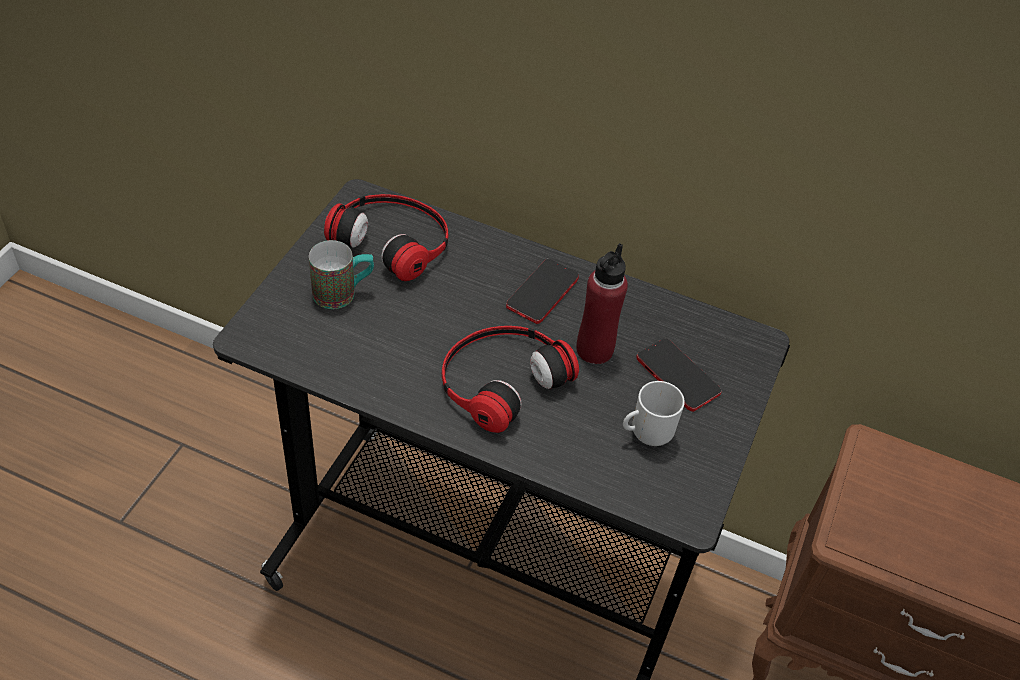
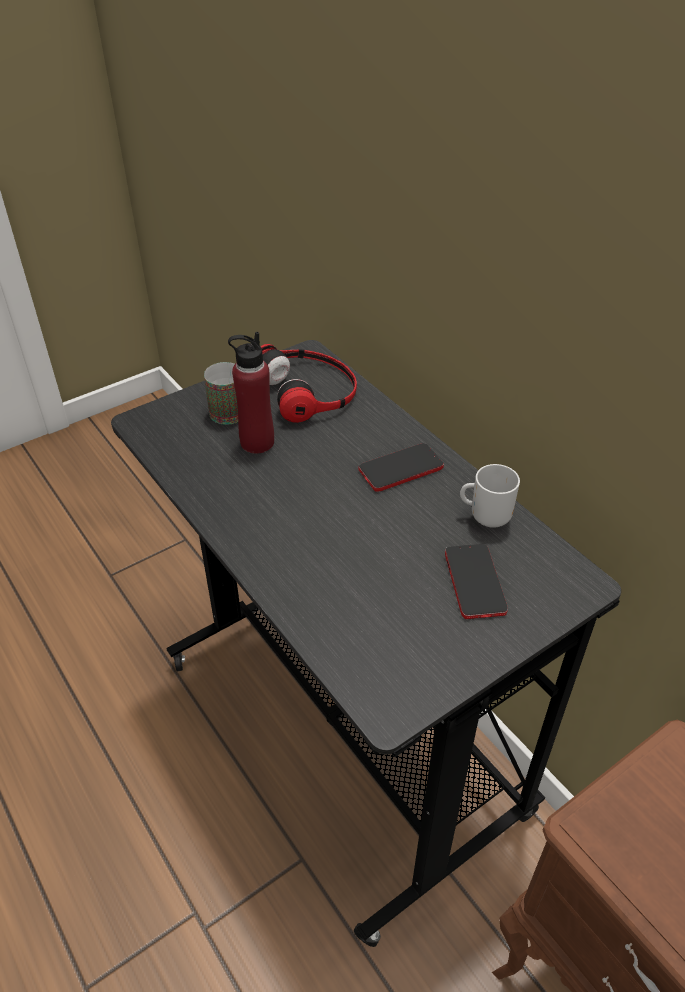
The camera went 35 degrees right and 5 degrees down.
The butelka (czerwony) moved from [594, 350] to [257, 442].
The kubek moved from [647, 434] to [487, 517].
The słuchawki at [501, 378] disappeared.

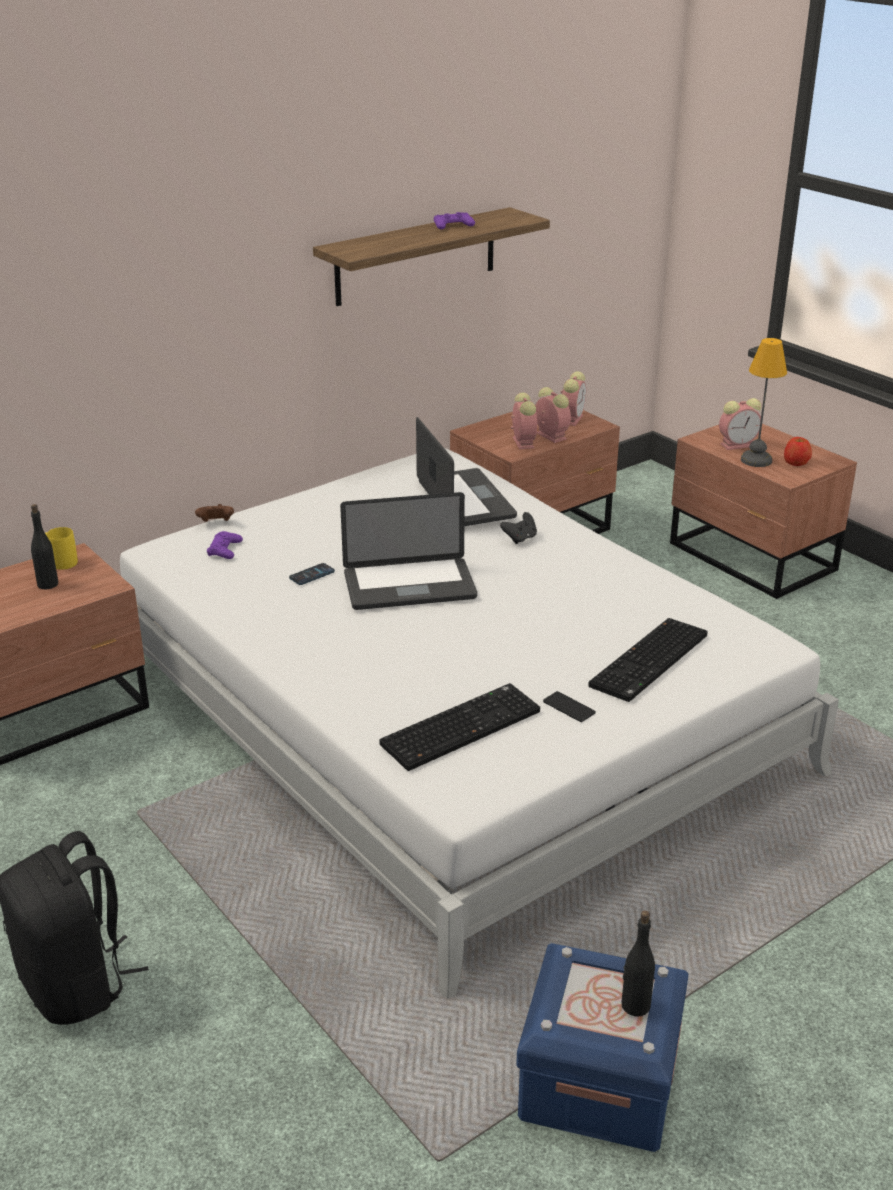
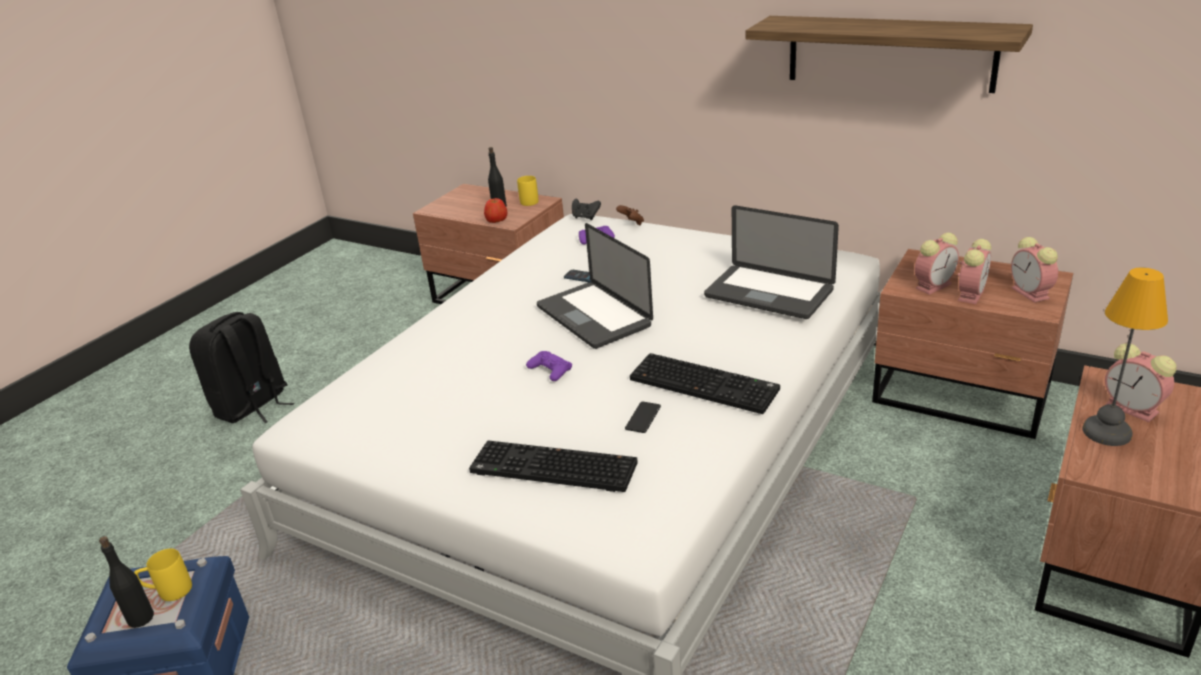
The camera went 70 degrees right and 0 degrees up.
The kubek (żółty) at [168, 591] appeared.
The jabłko moved from [796, 462] to [496, 220].
The pad do gier (fioletowy) moved from [452, 226] to [550, 370].
The pad do gier (czarny) moved from [520, 539] to [585, 217].
The telefon moved from [569, 707] to [643, 418].
The klawiatura moved from [461, 726] to [706, 384].
The laptop at [465, 500] turned 75 degrees clockwise.
The budzik at [572, 419] turned 75 degrees clockwise.

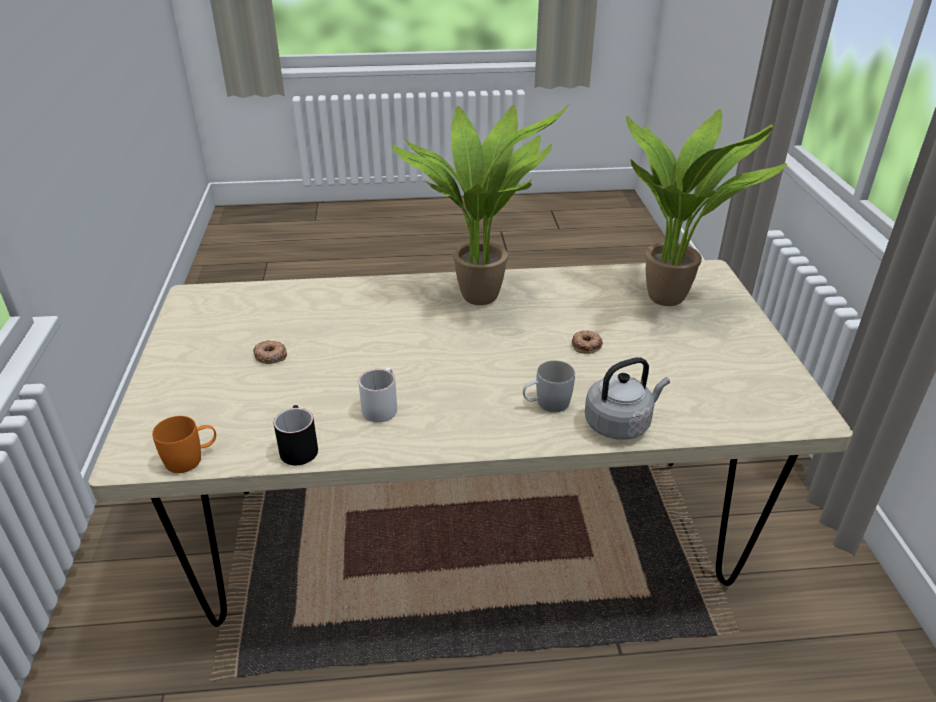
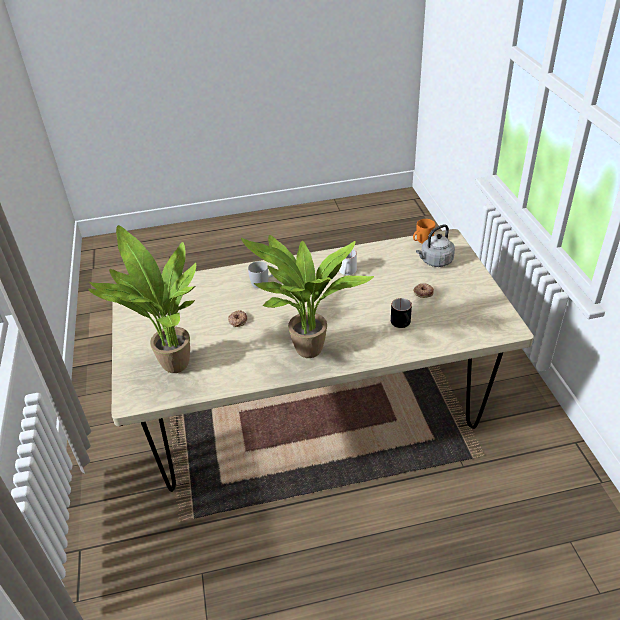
The camera went 175 degrees right and 5 degrees up.
The kubek (czarny) moved from [297, 447] to [402, 324].
The czajnik (szary) moved from [620, 423] to [435, 261].

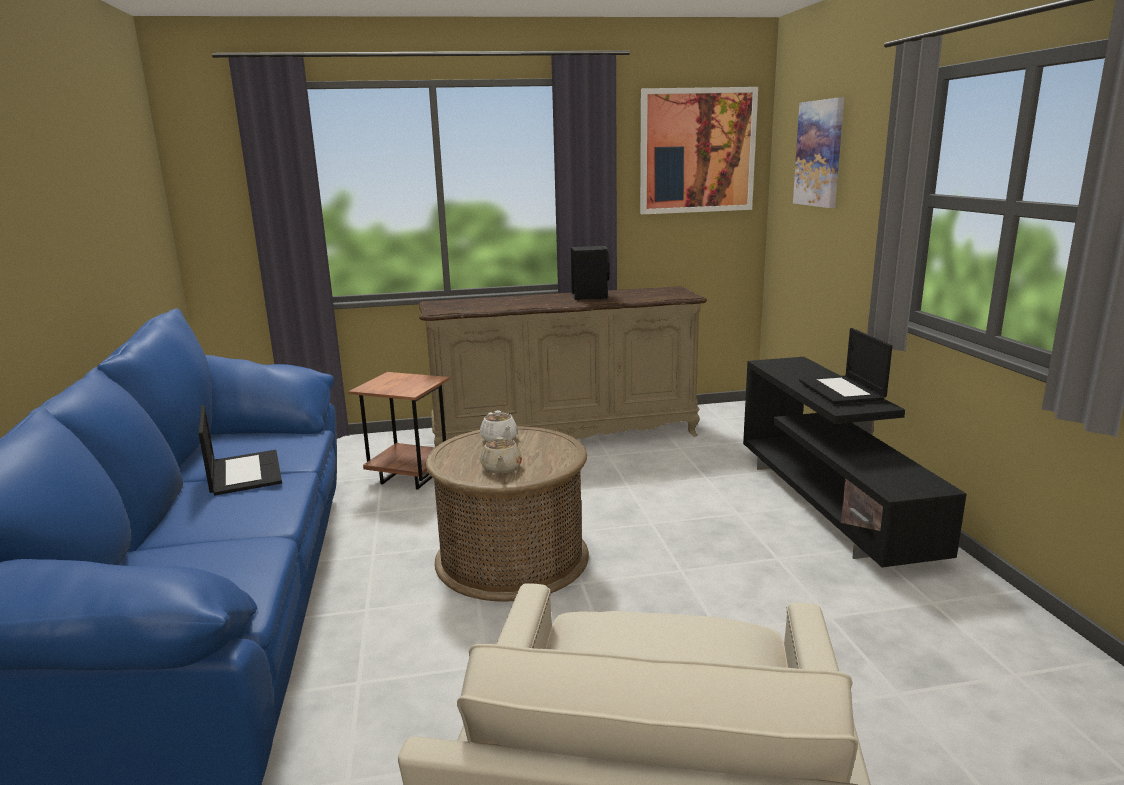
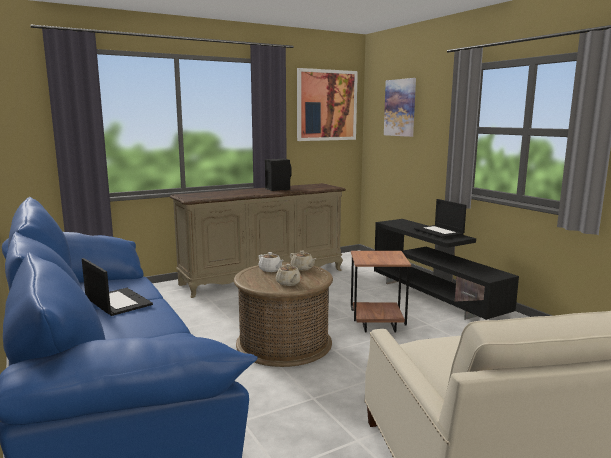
The camera went 20 degrees left and 5 degrees down.
The imbryk (beżowy) at [302, 268] appeared.
The stolik (brązowy) moved from [410, 477] to [377, 325].

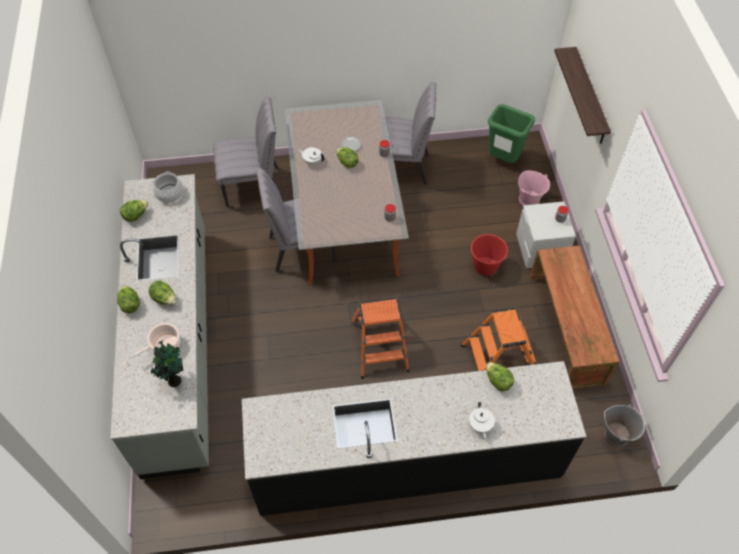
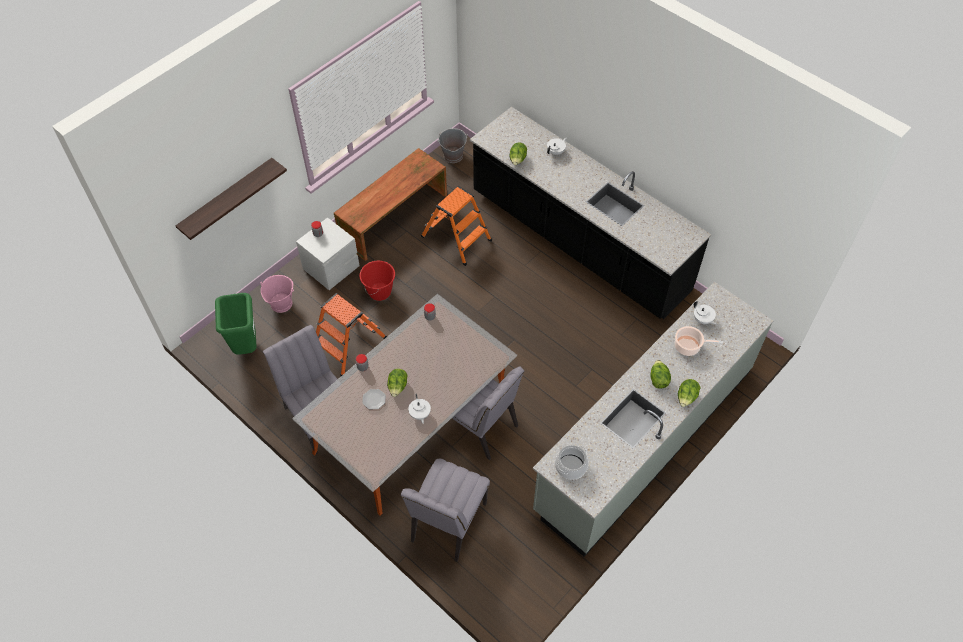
The camera went 130 degrees left and 0 degrees up.
The drabinka (pomarańczowy) moved from [379, 345] to [349, 344].
The krzesło (szary) at [252, 187] turned 105 degrees counterclockwise.
The roślina doniczkowa at [174, 380] was replaced by the imbryk (biały) at [702, 320].
The sałata at [136, 215] disappeared.

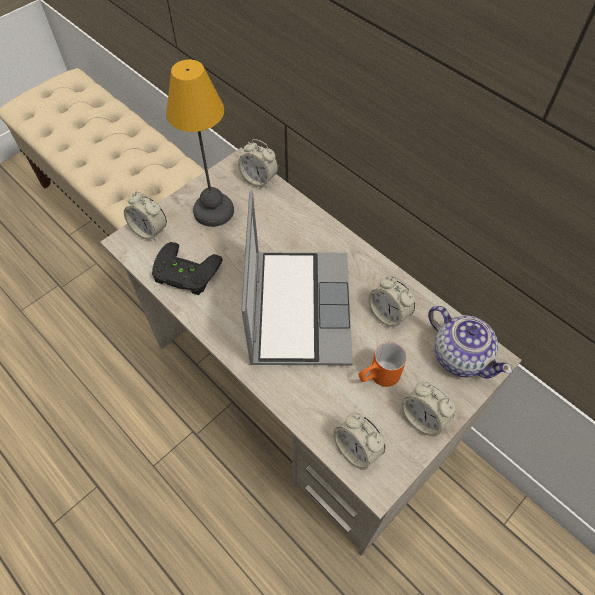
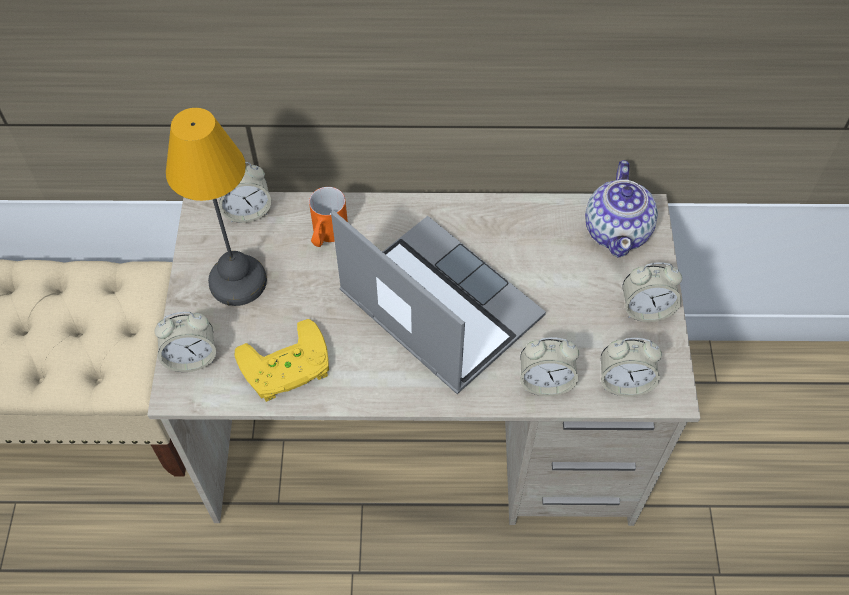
The camera went 45 degrees left and 0 degrees up.
The pad do gier (czarny) at [184, 274] became the pad do gier (żółty) at [287, 369].
The kubek (pomarańczowy) moved from [378, 376] to [327, 235].
The budzik moved from [388, 314] to [545, 381].
The imbryk at [460, 355] turned 90 degrees clockwise.

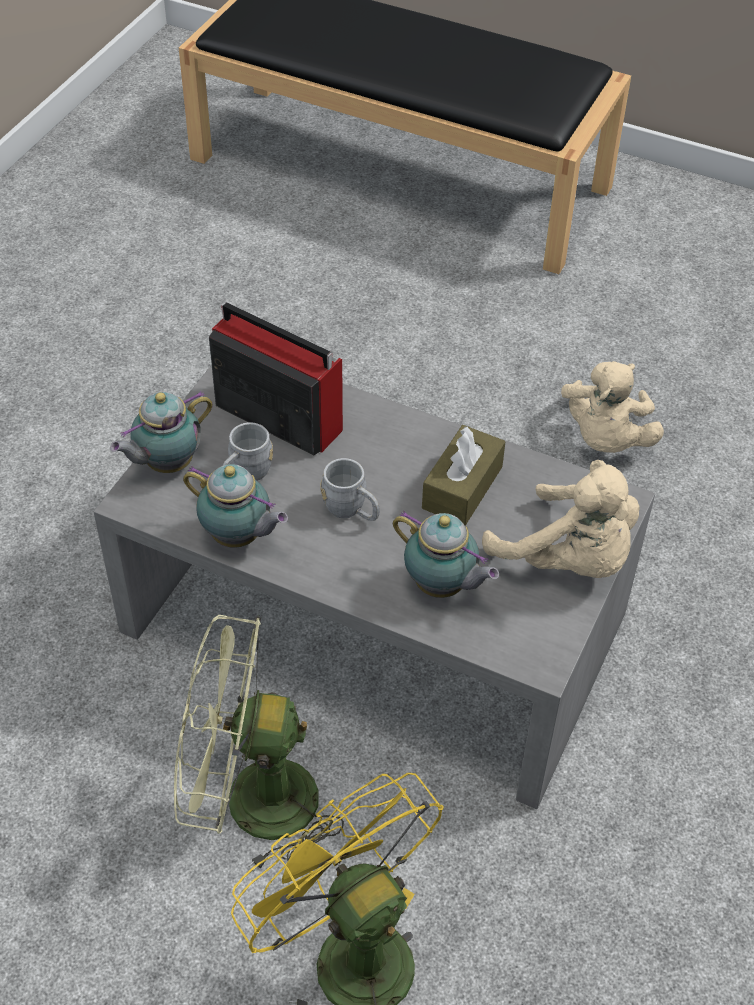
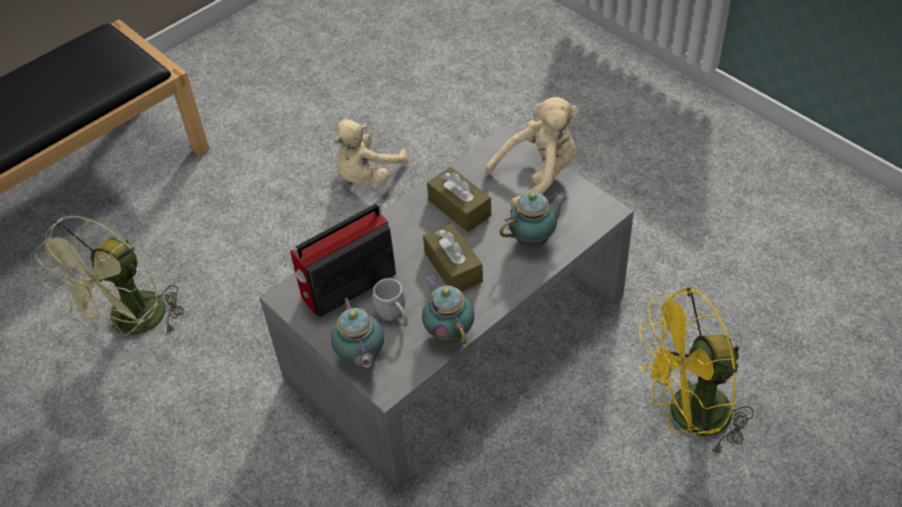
The camera went 65 degrees left and 0 degrees up.
The wentylator (zielony) moved from [250, 802] to [132, 324].
The pluszak (beżowy) at [605, 439] turned 90 degrees clockwise.
The imbryk at [239, 537] turned 75 degrees counterclockwise.
The kubek (szary) at [351, 511] was replaced by the pudełko chusteczek (brązowy) at [453, 267].

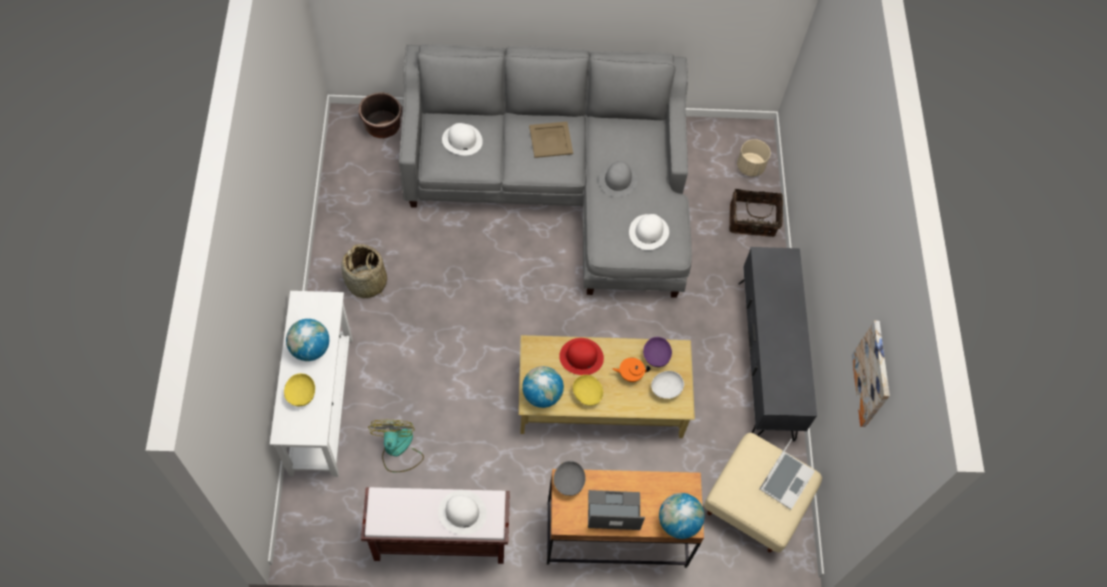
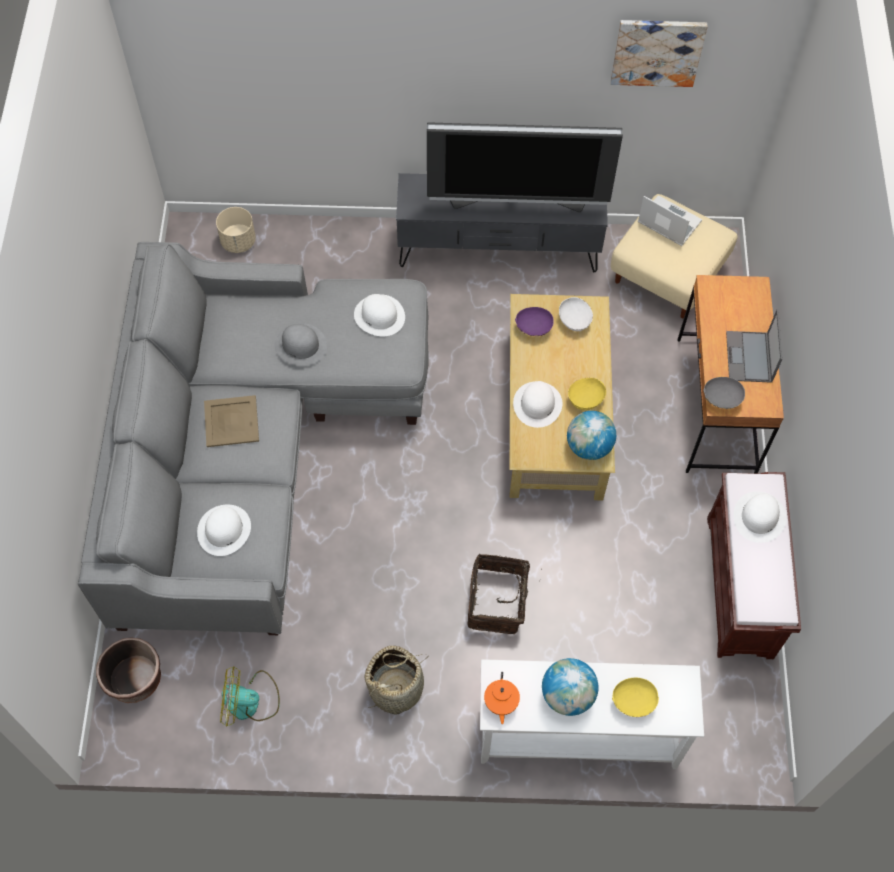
The camera went 85 degrees left and 0 degrees up.
The wentylator moved from [398, 450] to [249, 702].
The telewizor at [518, 200] appeared.
The koszyk moved from [752, 221] to [497, 602].
The imbryk (pomarańczowy) moved from [630, 374] to [500, 703].
The kapelusz (czerwony) at [581, 357] became the kapelusz (biały) at [537, 404].
The globus at [678, 522] disappeared.

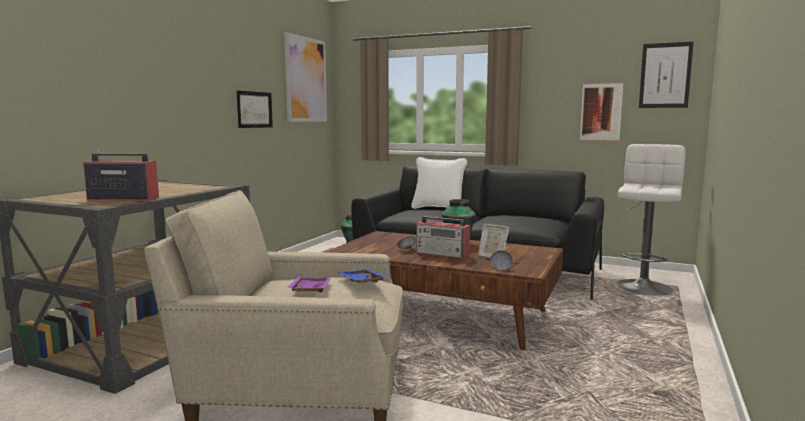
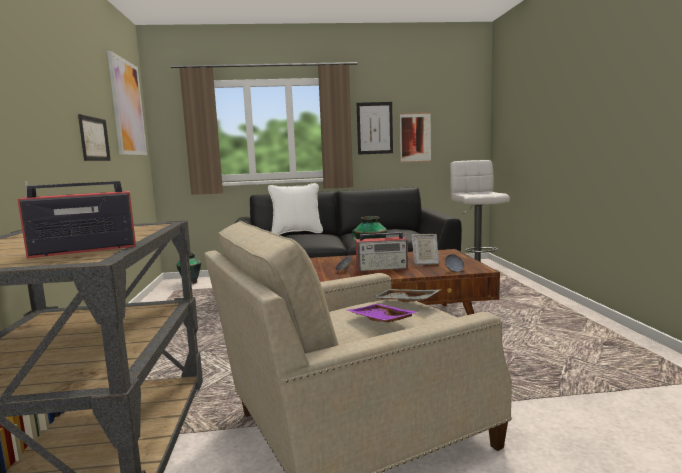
The camera went 30 degrees left and 0 degrees up.
The obraz moved from [665, 75] to [374, 128].
The taca (niebieski) at [361, 283] became the taca (szary) at [405, 303].

